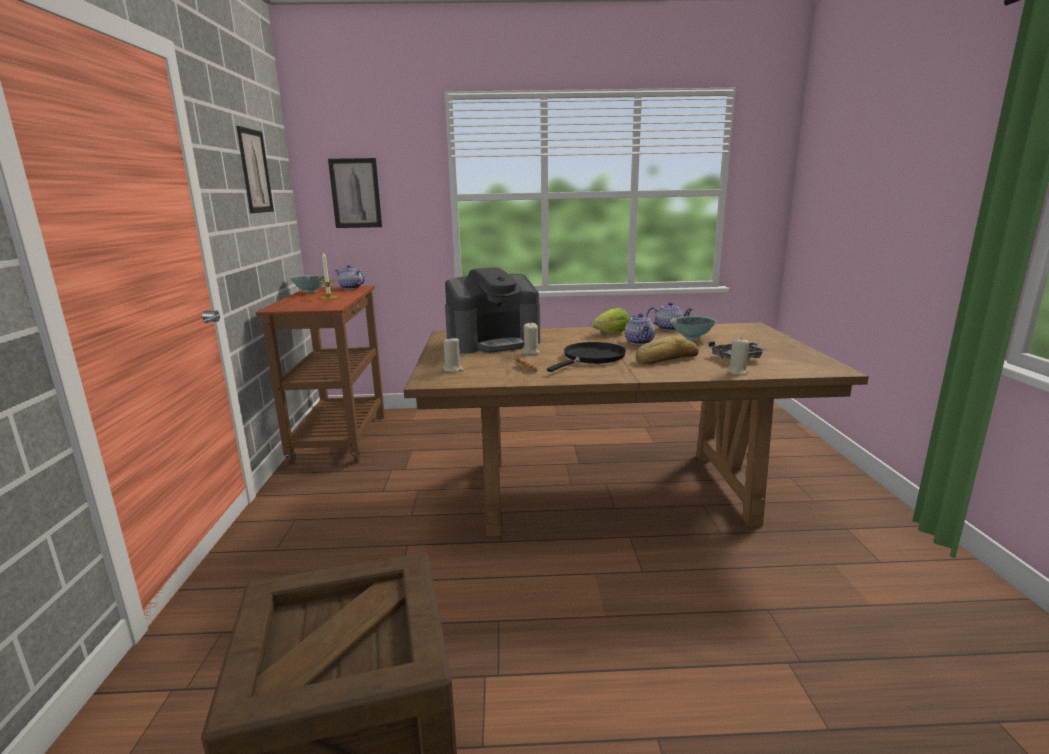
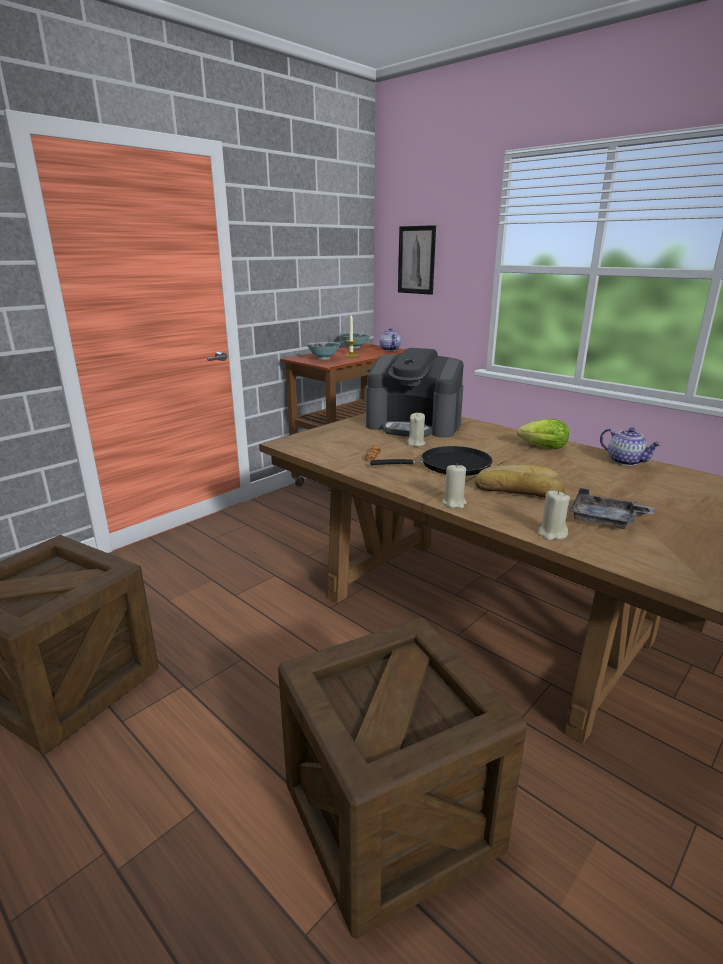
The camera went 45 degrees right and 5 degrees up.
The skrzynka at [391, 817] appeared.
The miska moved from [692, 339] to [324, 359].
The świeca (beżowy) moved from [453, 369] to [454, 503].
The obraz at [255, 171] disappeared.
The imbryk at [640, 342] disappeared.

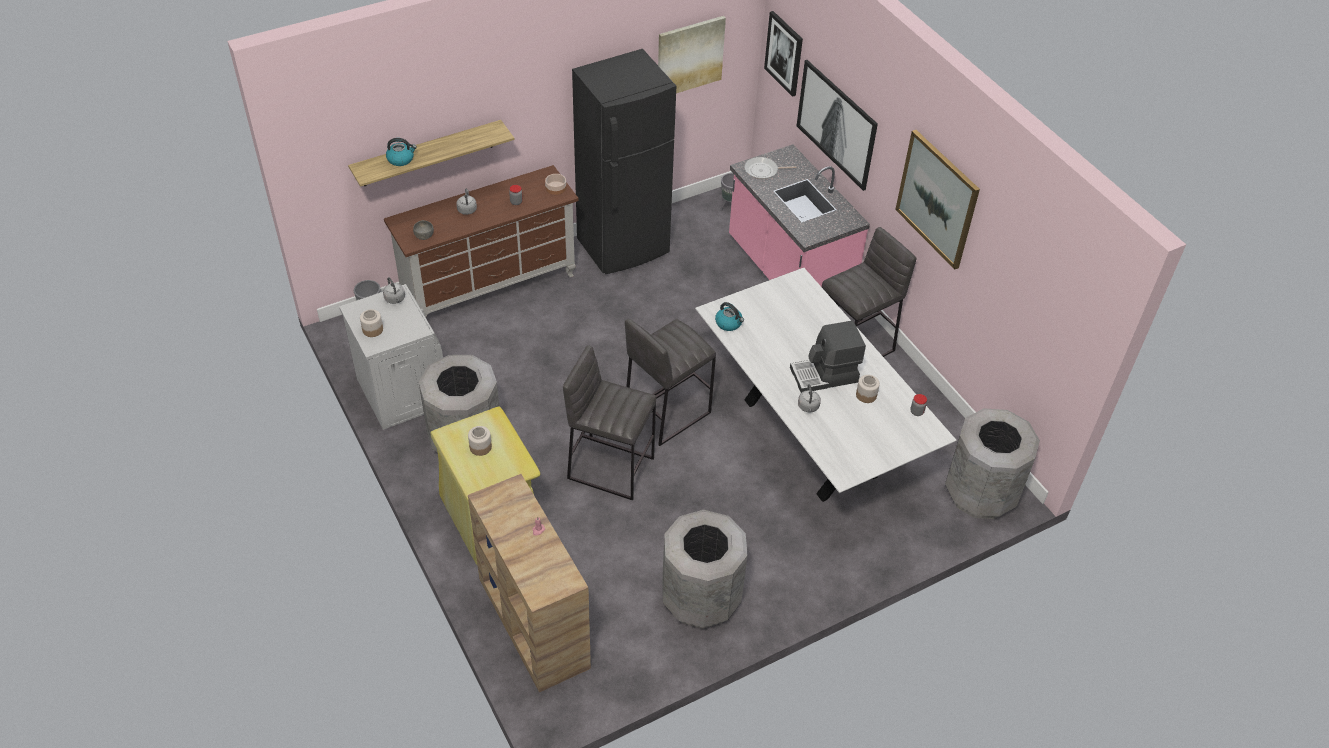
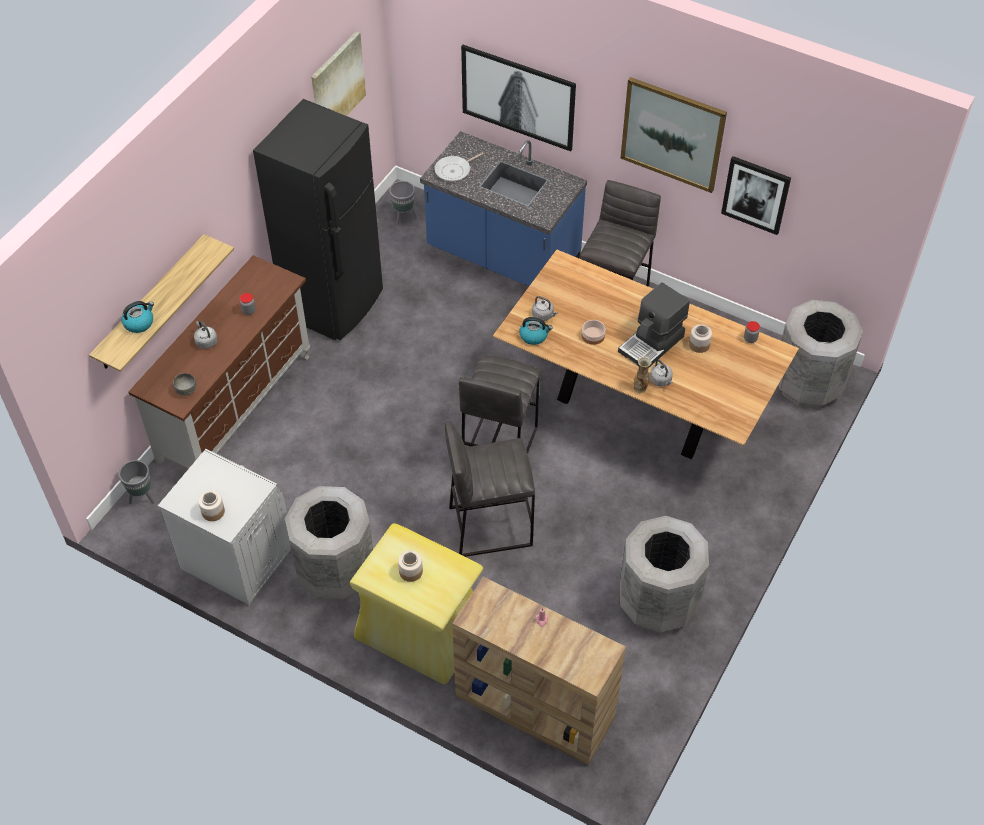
The camera went 30 degrees left and 5 degrees up.
The zabudowa kuchenna (różowy) at [788, 271] became the zabudowa kuchenna (niebieski) at [502, 256].
The stół jadalny (biały) at [809, 437] became the stół jadalny (brązowy) at [636, 405].
The czajnik (szary) moved from [395, 299] to [544, 315].
The miska moved from [555, 188] to [593, 336].
The wazon at [640, 388] appeared.
The obraz moved from [784, 53] to [756, 194].

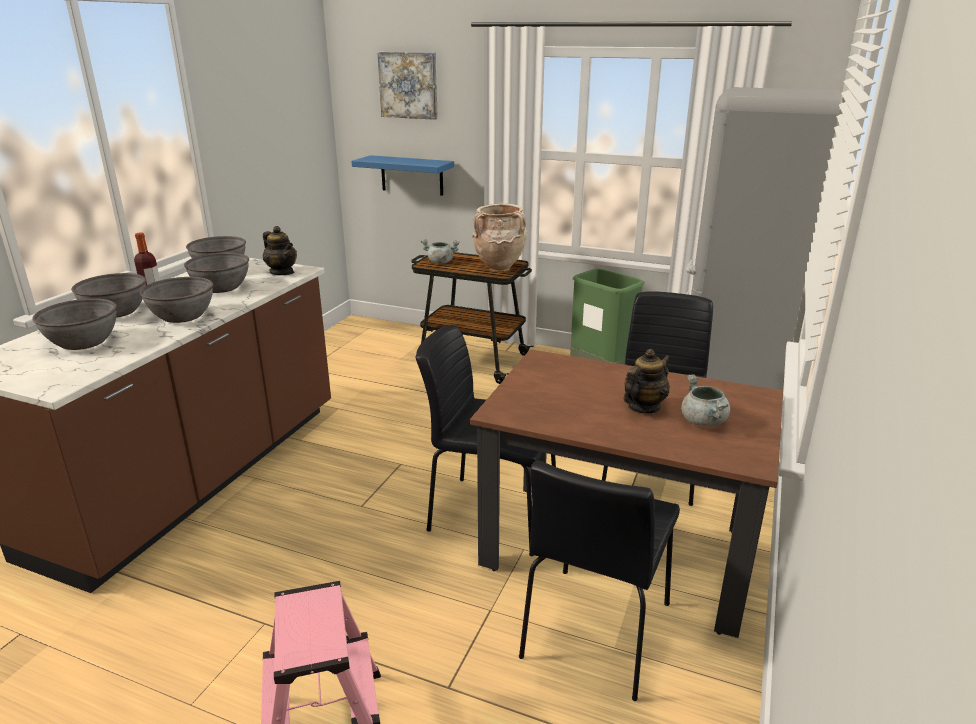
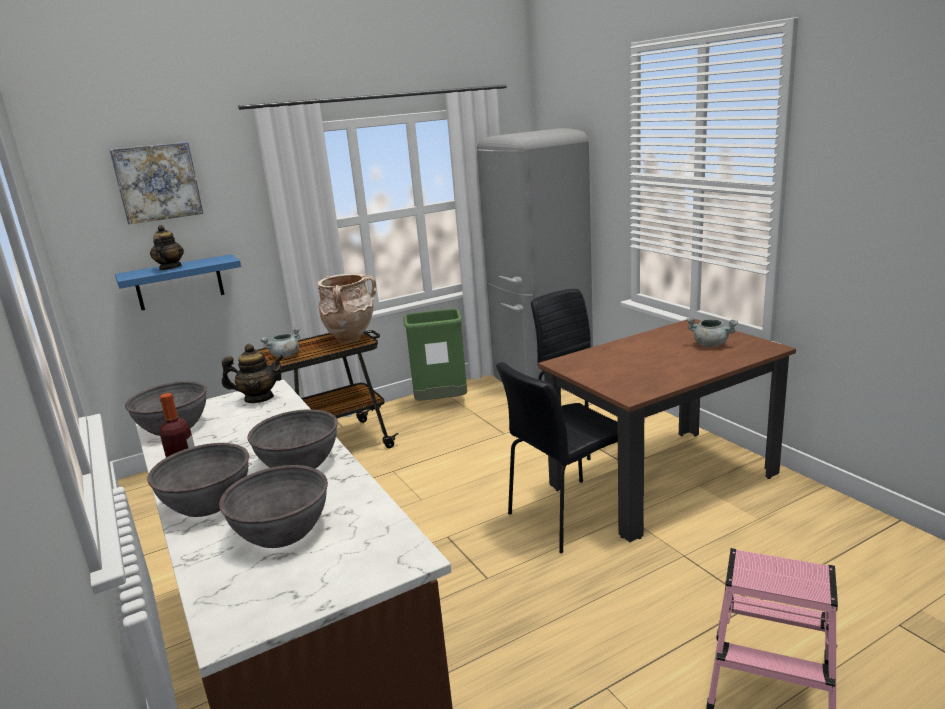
The camera went 50 degrees left and 5 degrees down.
The imbryk moved from [643, 407] to [170, 268].
The miska (szary) at [221, 287] disappeared.
The krzesło (czarny) at [595, 634] disappeared.

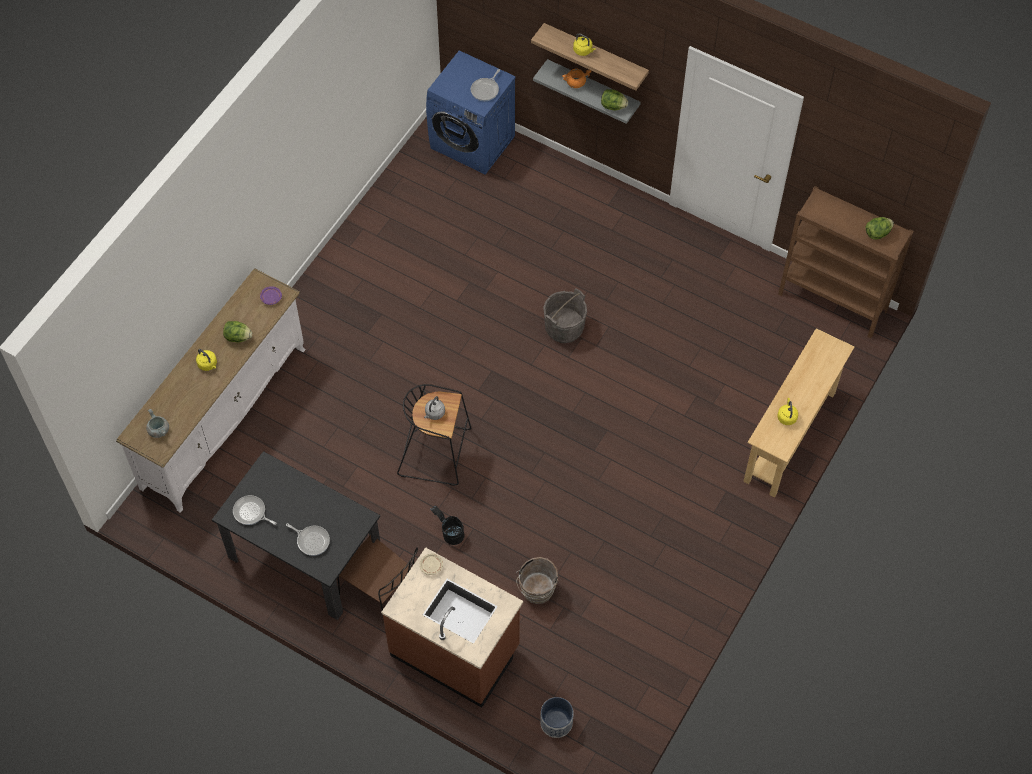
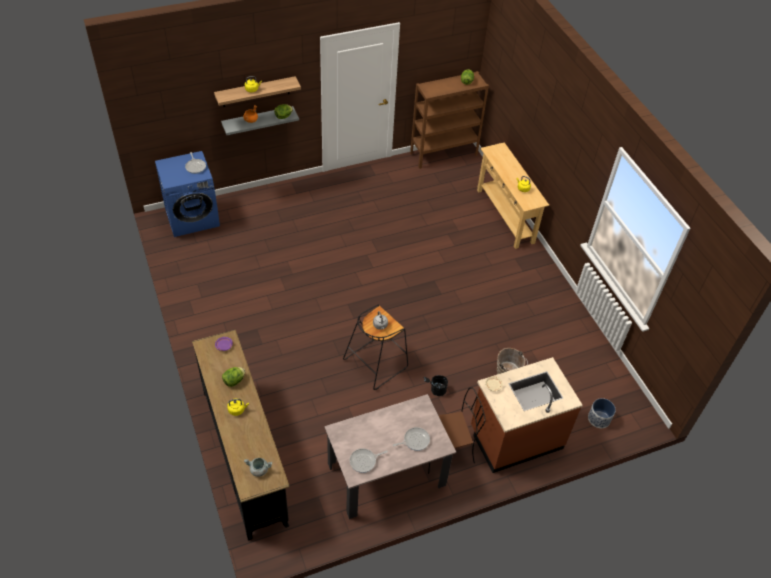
The camera went 55 degrees left and 10 degrees down.
The komoda (biały) at [225, 418] became the komoda (czarny) at [245, 454].
The stół jadalny (czarny) at [305, 557] became the stół jadalny (beżowy) at [386, 475].
The wiadro (szary) at [564, 328] disappeared.

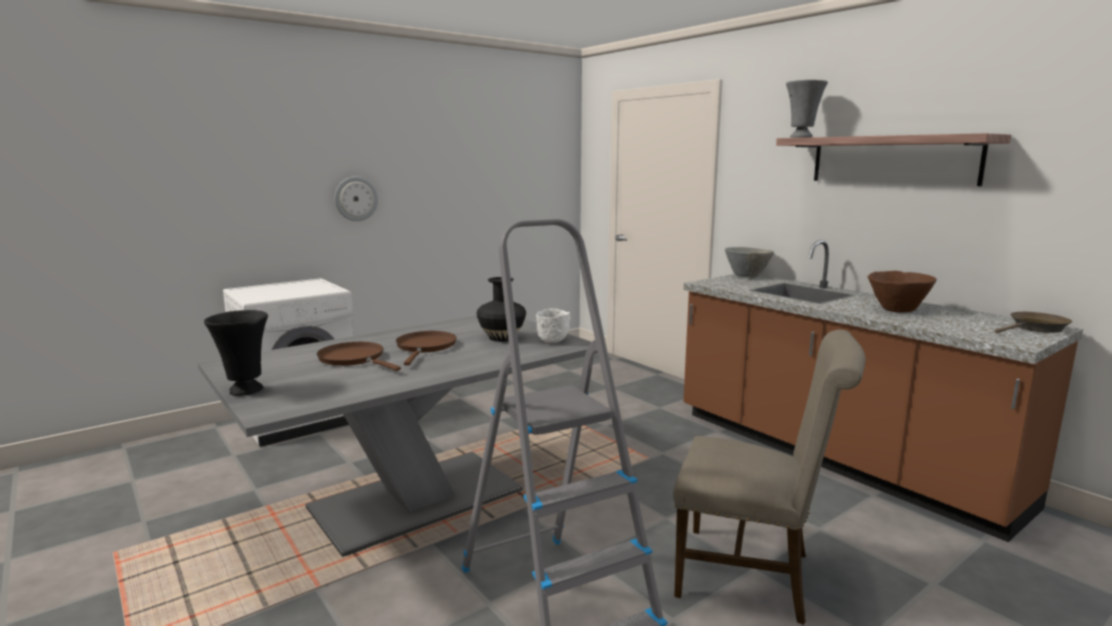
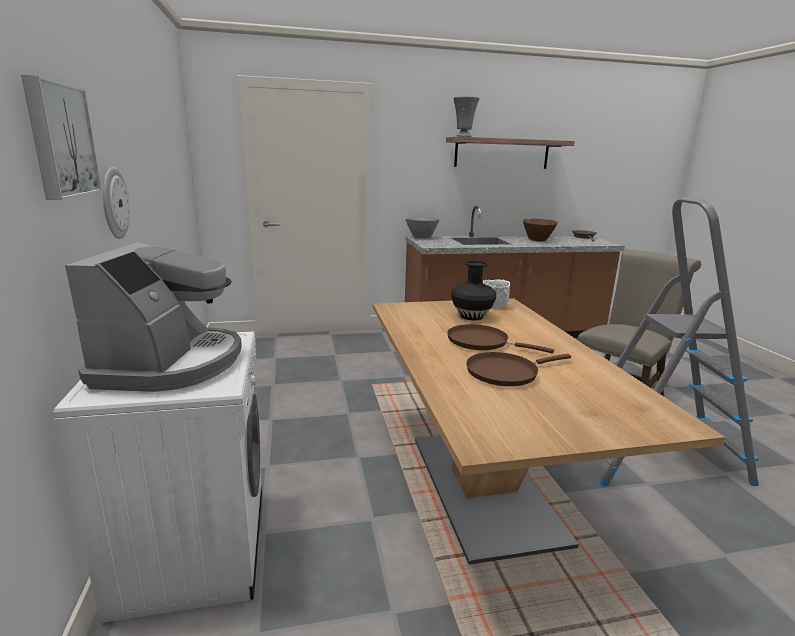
The camera went 65 degrees left and 5 degrees up.
The obraz at [59, 140] appeared.
The ekspres do kawy at [171, 363] appeared.
The stół jadalny (szary) at [417, 499] became the stół jadalny (brązowy) at [484, 487].
The wazon (czarny) at [245, 391] disappeared.

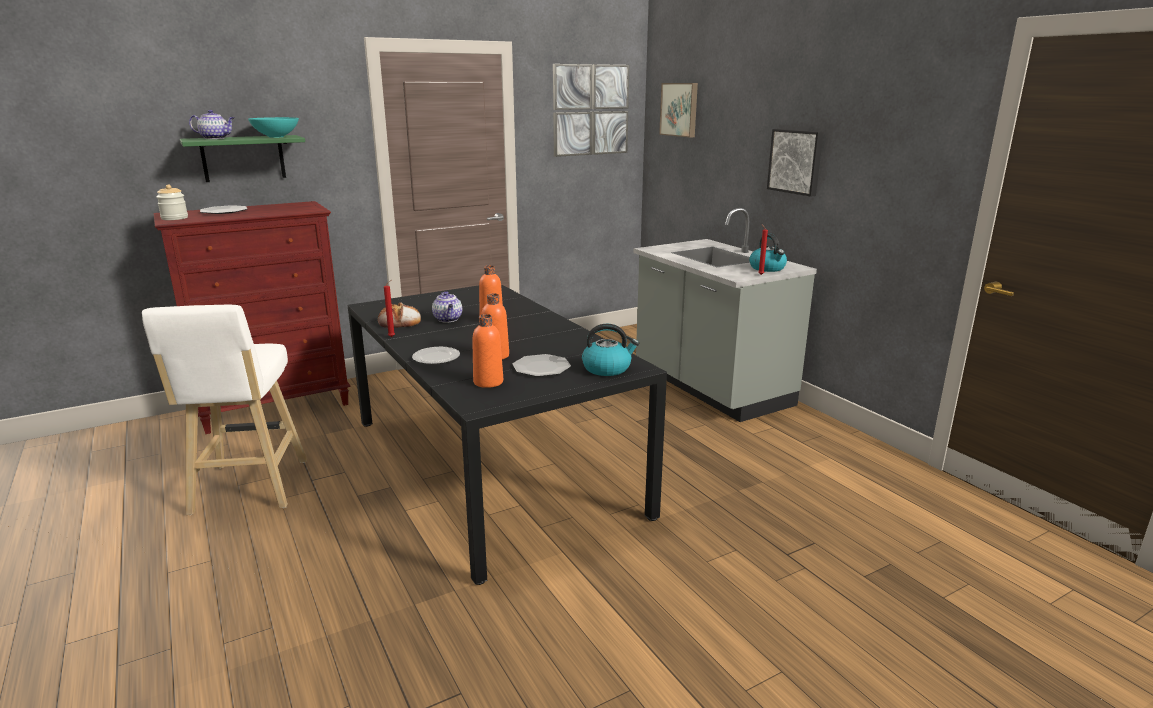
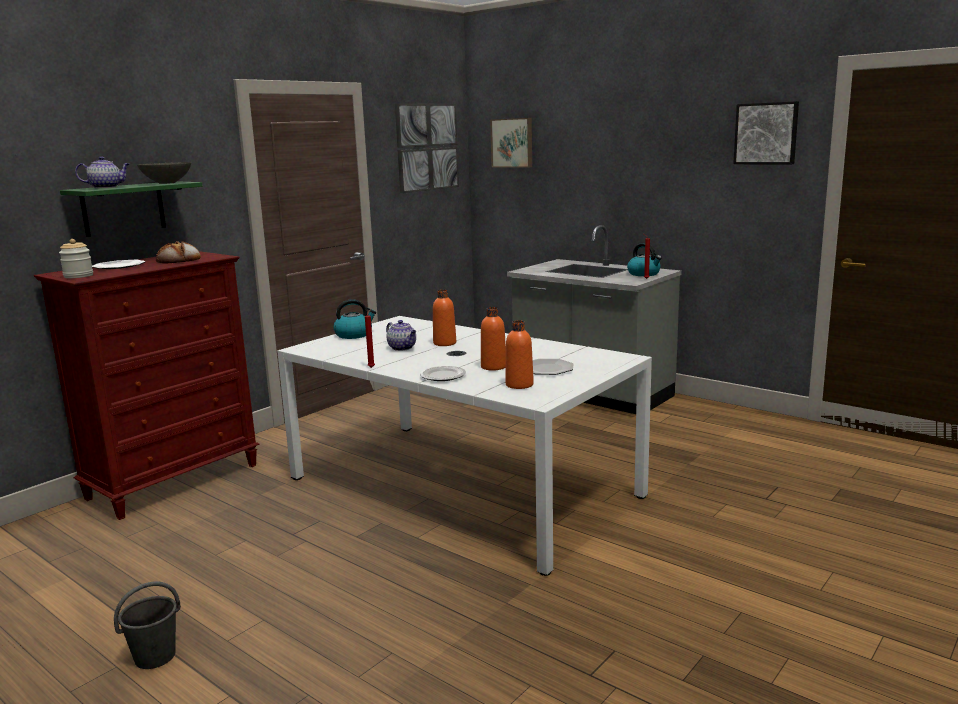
The camera went 20 degrees left and 5 degrees down.
The wiadro (szary) at [156, 656] appeared.
The miska (turkusowy) at [275, 137] became the miska (szary) at [167, 183].
The chleb moved from [400, 322] to [179, 260].
The stół jadalny (czarny) at [493, 465] became the stół jadalny (biały) at [462, 487].
The czajnik moved from [607, 368] to [354, 335].
The obraz moved from [796, 161] to [766, 133].
The stołek (biały) at [248, 490] disappeared.

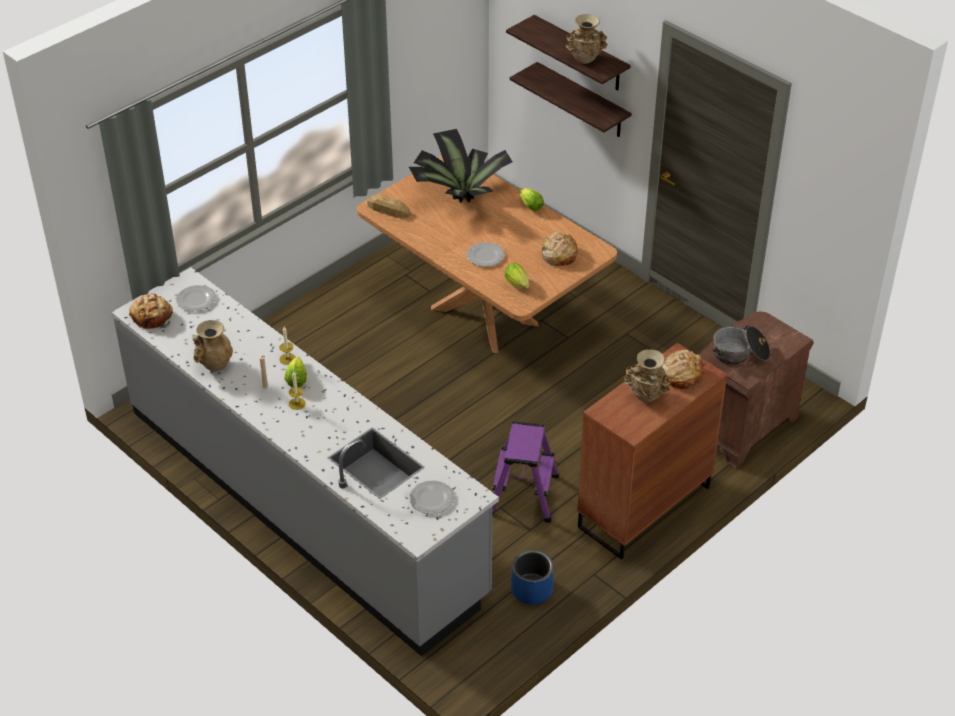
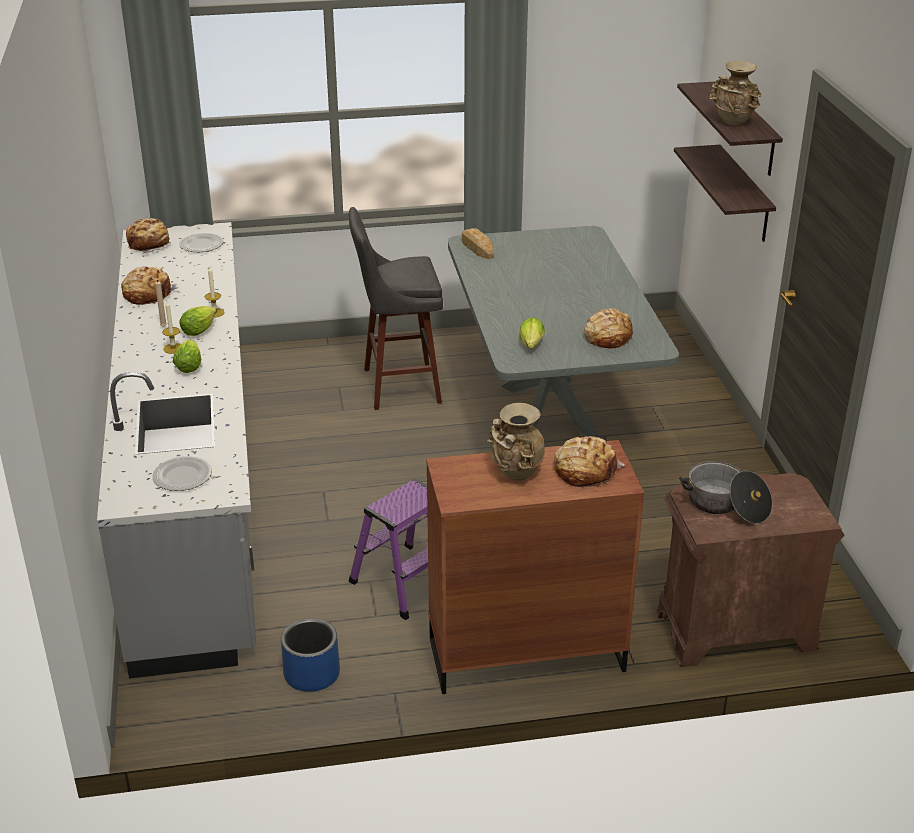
The camera went 35 degrees right and 10 degrees down.
The wazon (beżowy) at [214, 365] was replaced by the chleb at [147, 294].
The sałata moved from [529, 205] to [189, 365].
The stołek (szary) at [397, 386] appeared.
The stół jadalny (brązowy) at [484, 315] became the stół jadalny (szary) at [548, 409].
The roślina doniczkowa at [458, 195] disappeared.
The talerz at [485, 256] disappeared.

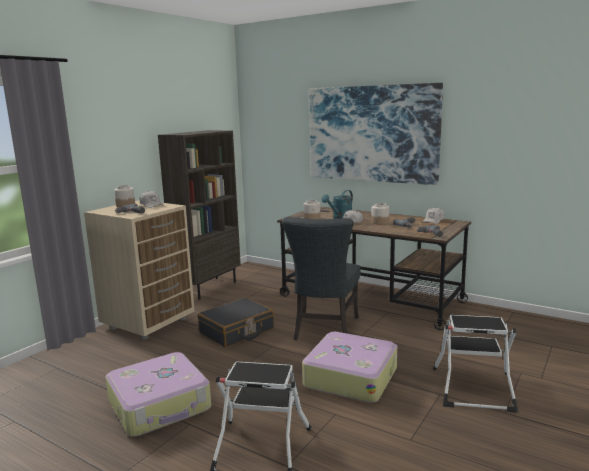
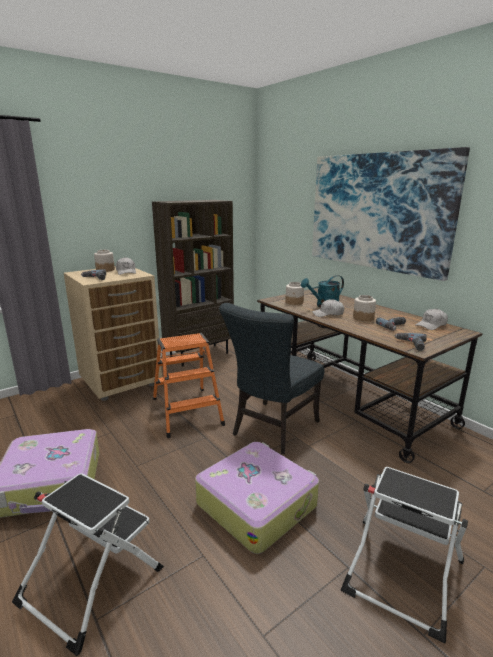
The camera went 20 degrees right and 5 degrees up.
The walizka (czarny) at [237, 331] was replaced by the drabinka (pomarańczowy) at [186, 410].

